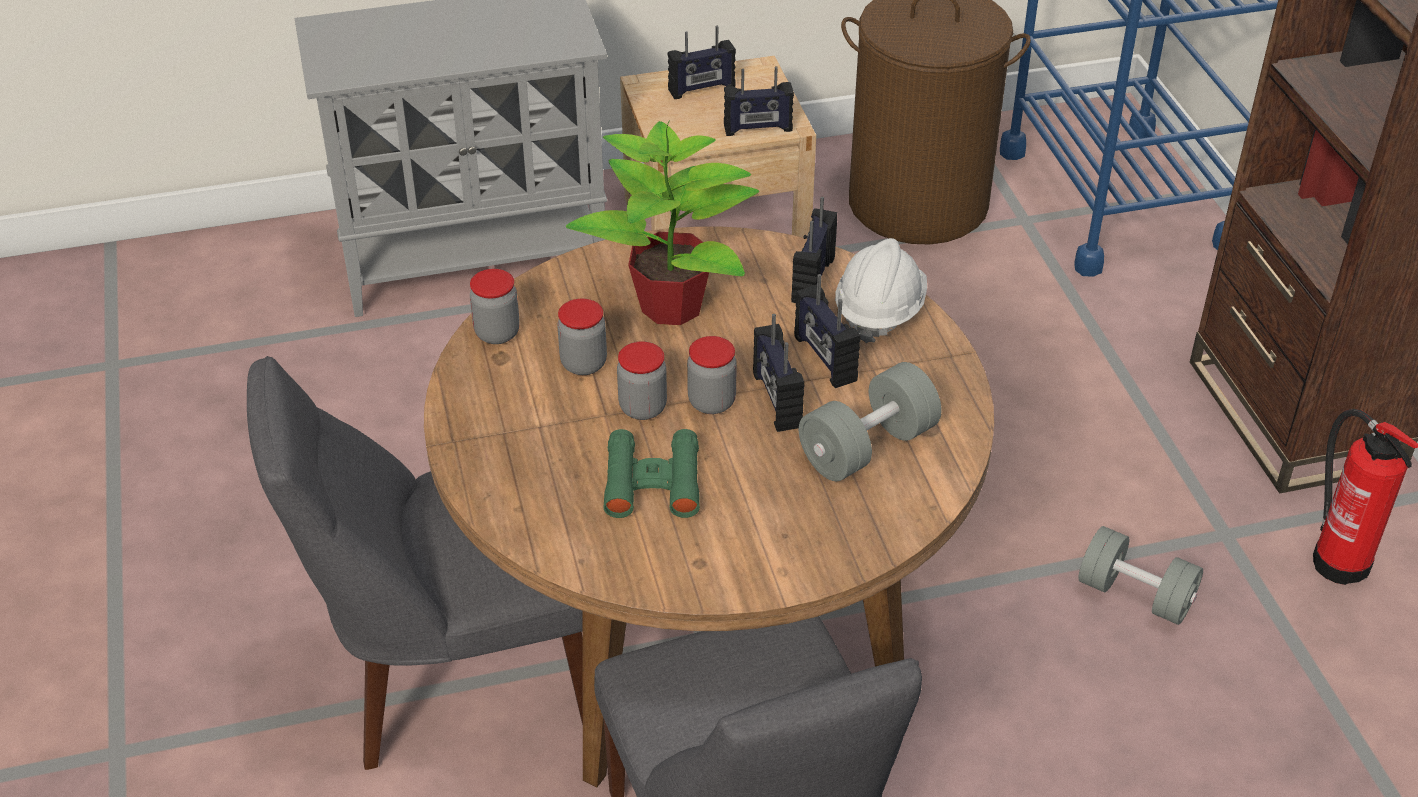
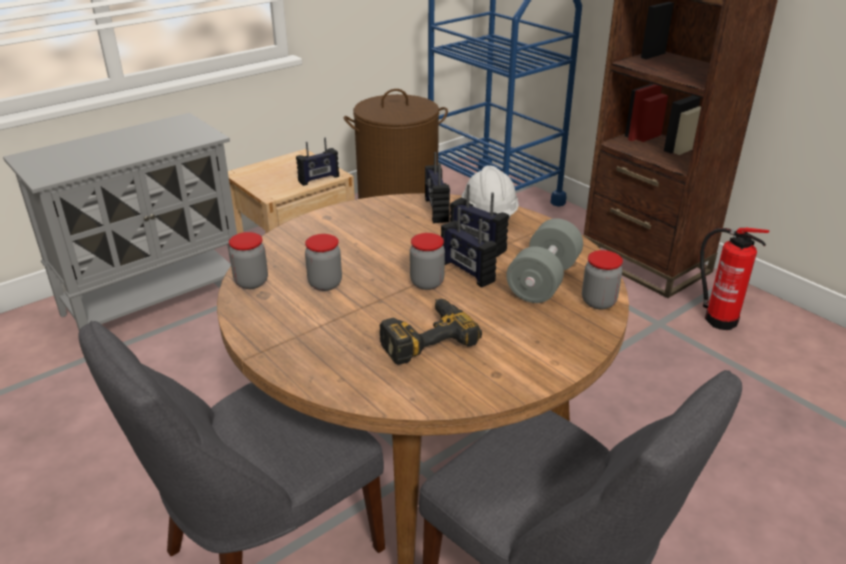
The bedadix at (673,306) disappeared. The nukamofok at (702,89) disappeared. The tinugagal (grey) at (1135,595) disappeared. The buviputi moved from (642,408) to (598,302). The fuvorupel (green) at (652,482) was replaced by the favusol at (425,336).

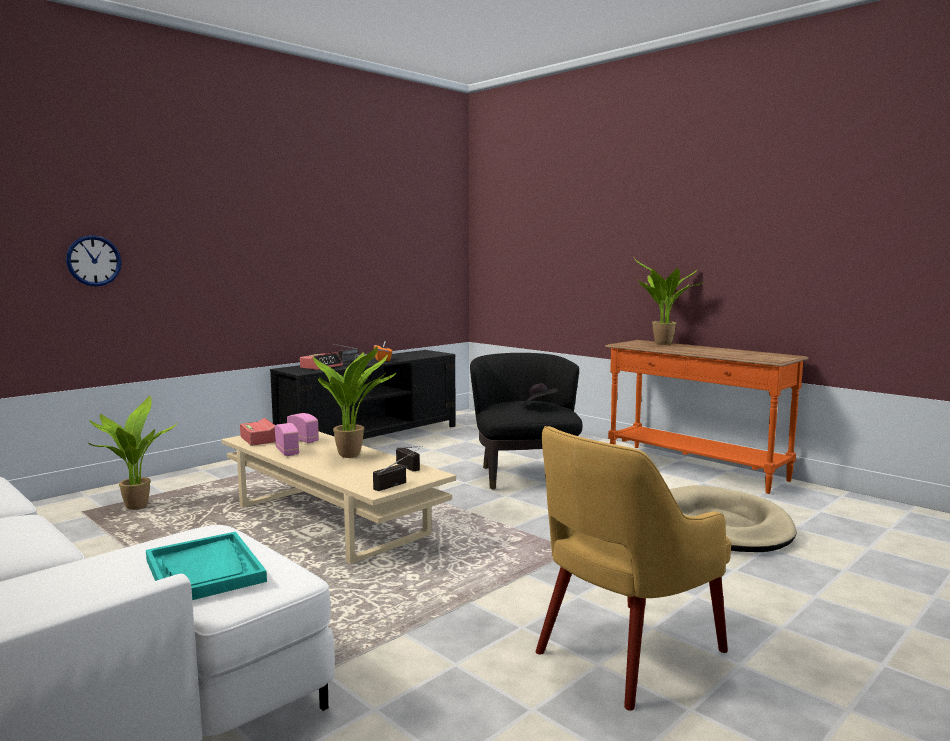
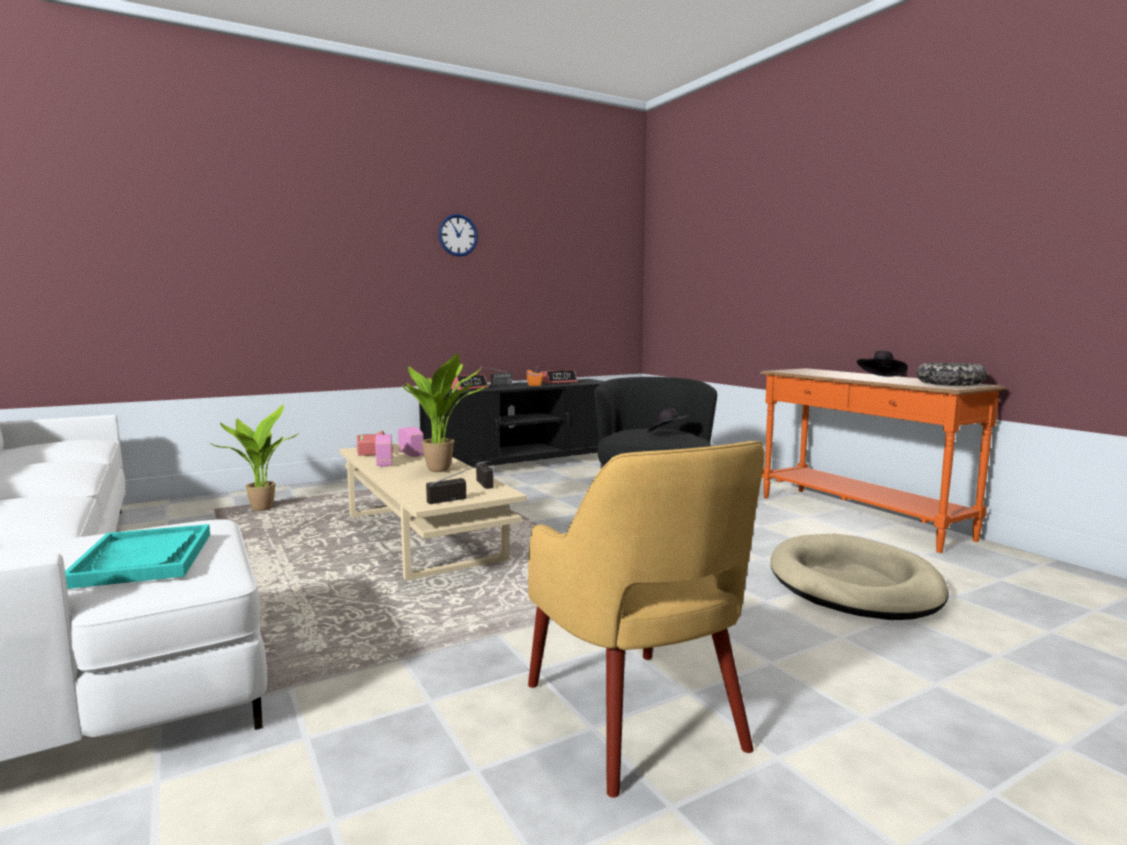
The bedadix at (662,344) disappeared. The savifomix at (558,382) appeared. The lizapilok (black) at (881,378) appeared. The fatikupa at (950,384) appeared. The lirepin moved from (94,261) to (458,235). The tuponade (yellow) at (626,653) turned 90 degrees counterclockwise.

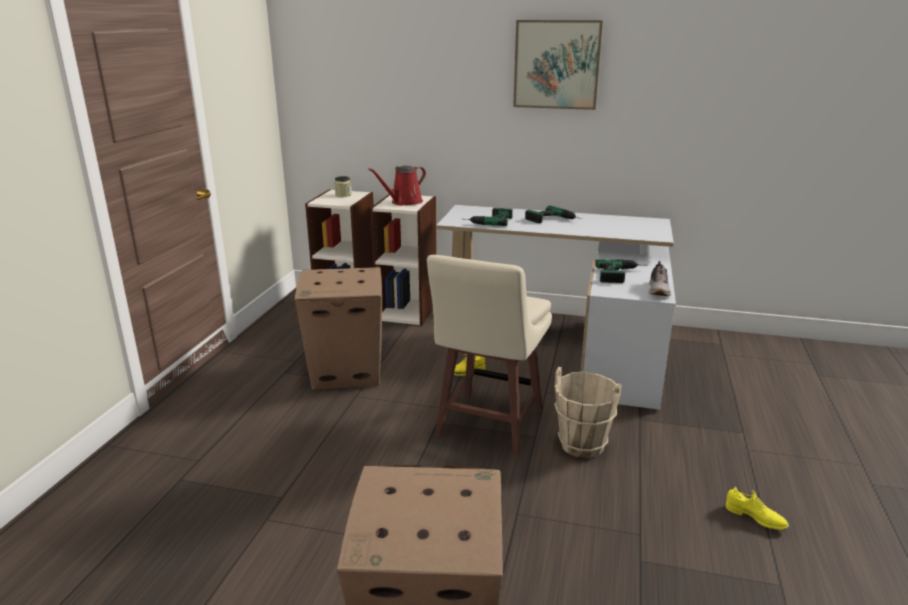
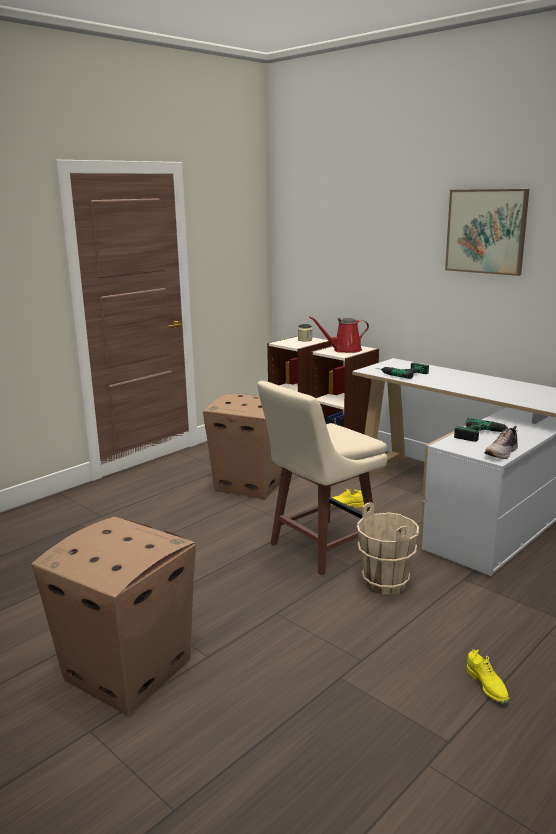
The favusol at (554,220) disappeared.

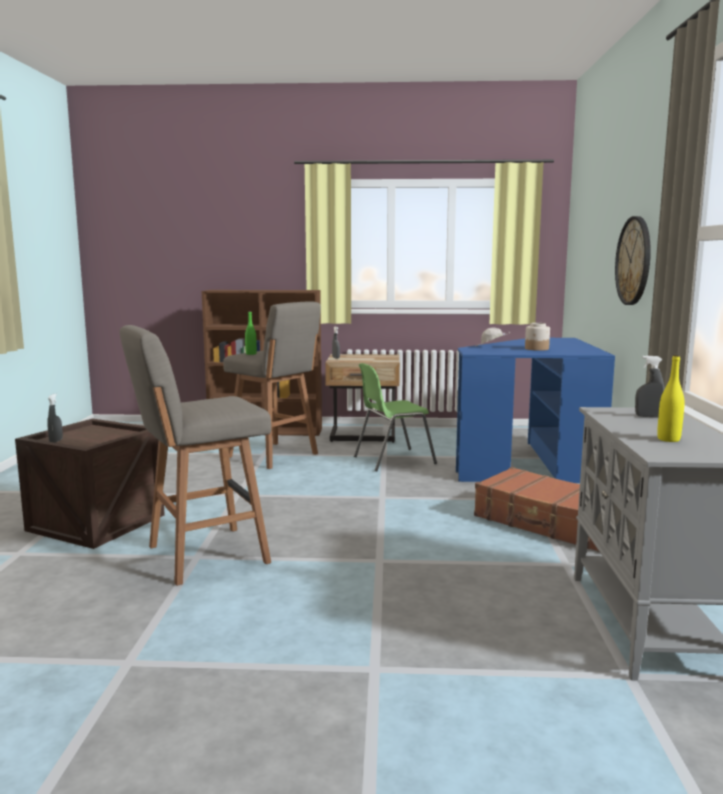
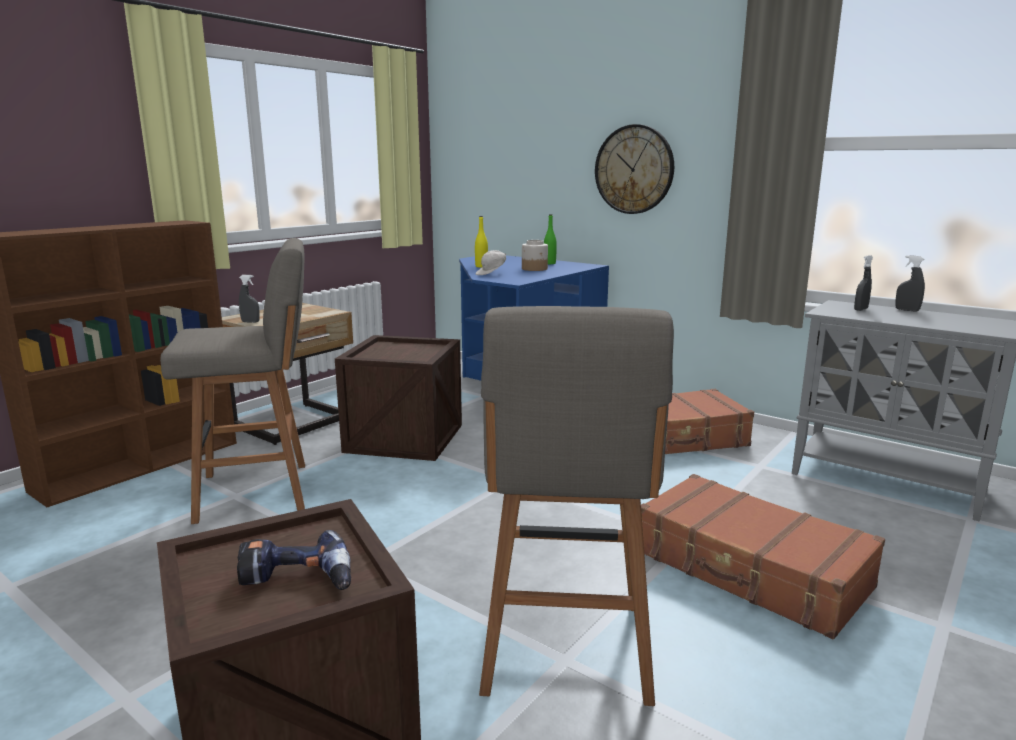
The favusol at (296,582) appeared. The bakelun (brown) at (750,570) appeared. The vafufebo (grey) moved from (56,441) to (907,310). The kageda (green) moved from (251,354) to (549,263). The kageda (yellow) moved from (668,439) to (481,266). The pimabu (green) at (392,460) was replaced by the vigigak at (404,438).

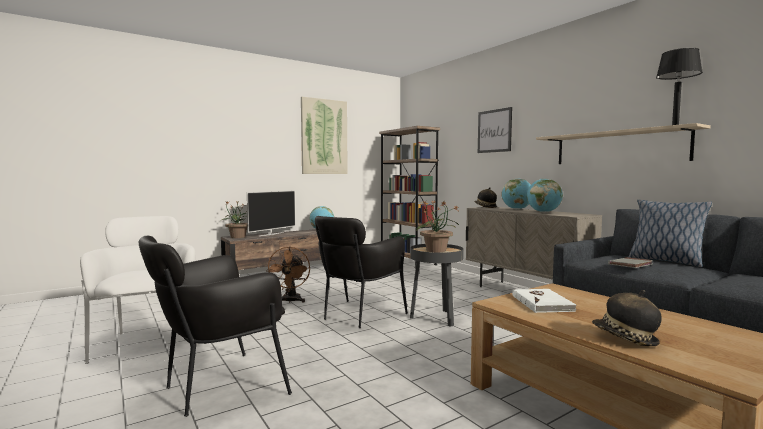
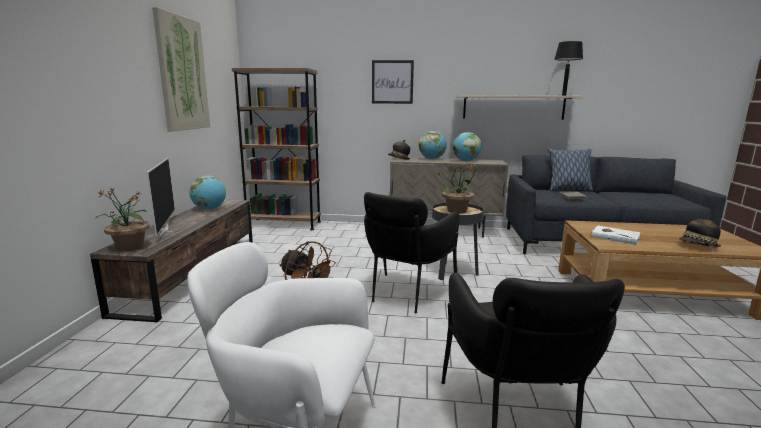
The tuponade (black) at (357,316) turned 45 degrees clockwise.

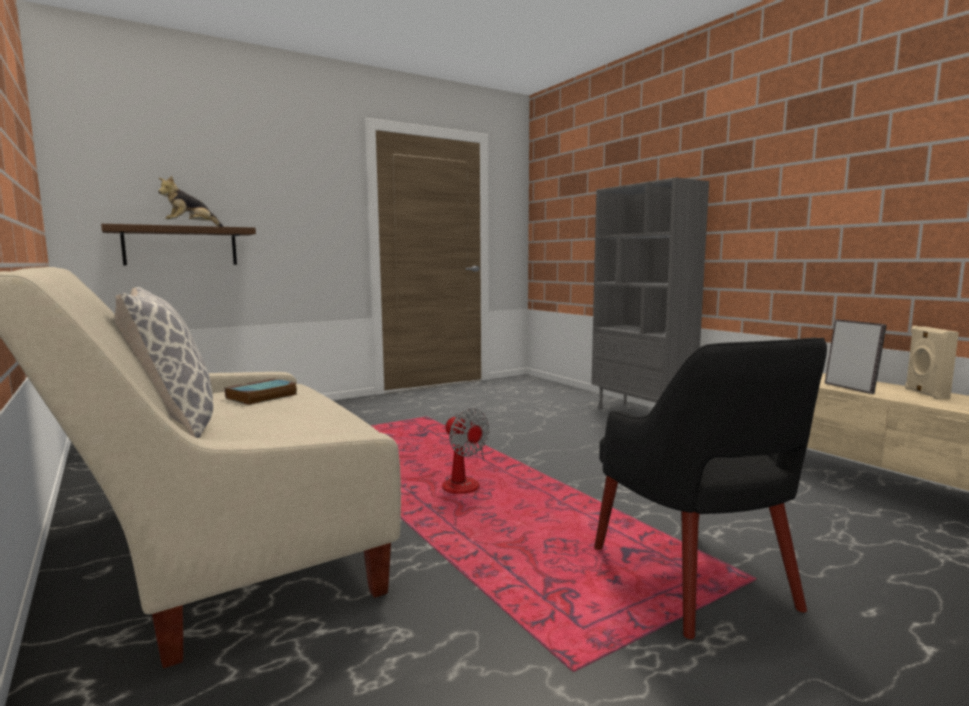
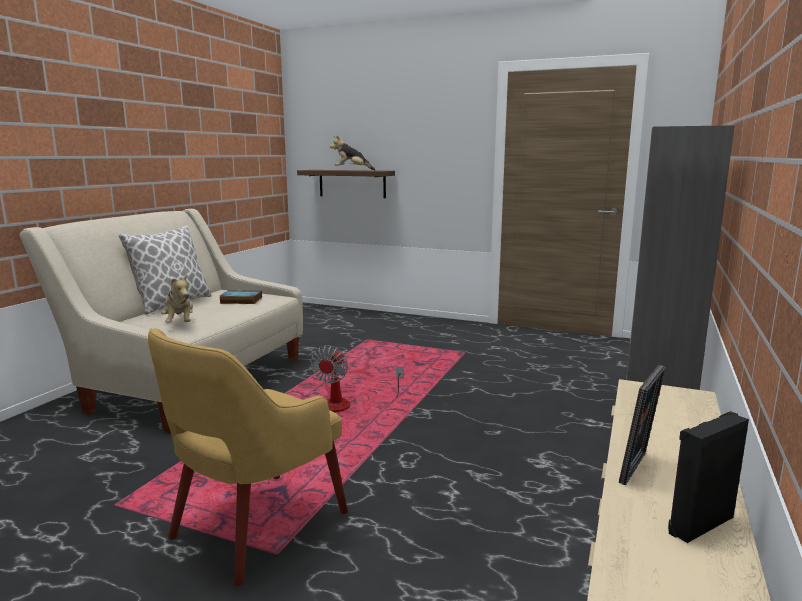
The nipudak at (180,323) appeared. The tuponade (black) at (694,580) became the tuponade (yellow) at (255,526). The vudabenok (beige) at (925,393) became the vudabenok (black) at (698,523).

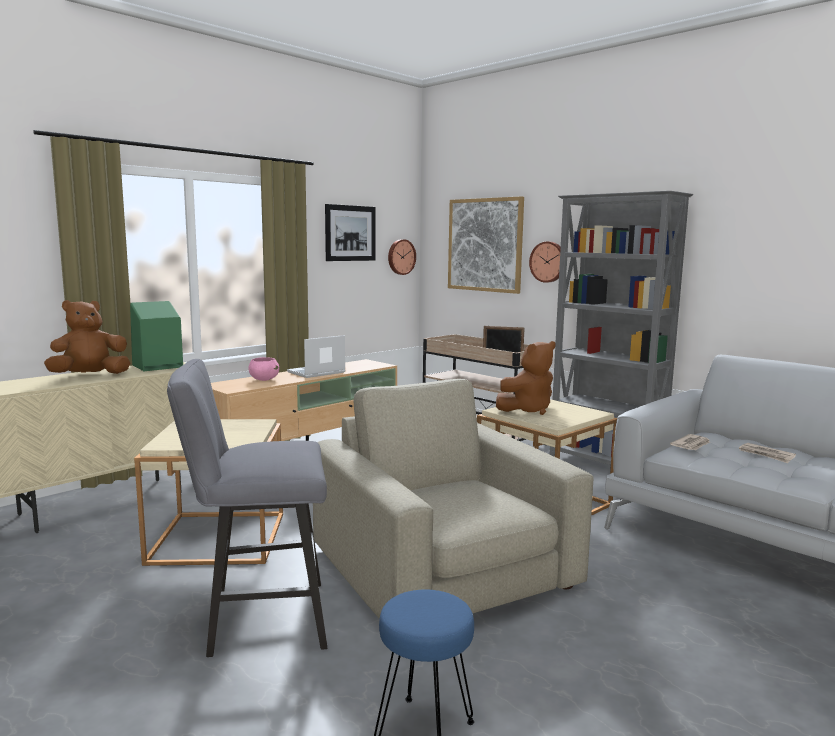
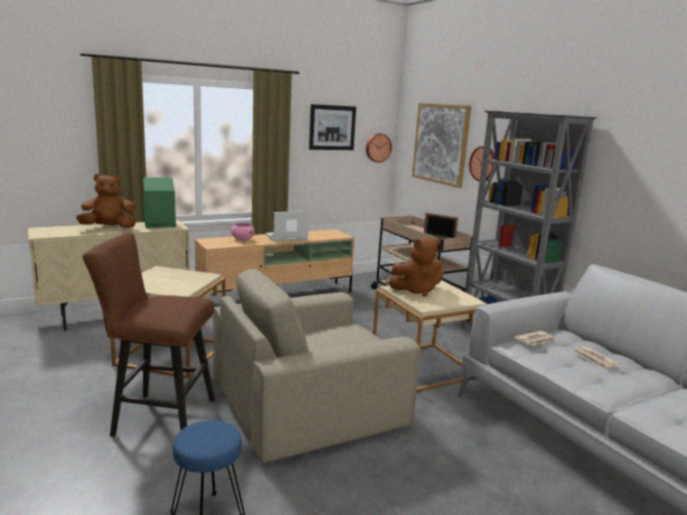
The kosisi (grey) at (258,620) became the kosisi (brown) at (157,417). The tuponade (beige) at (444,568) turned 105 degrees counterclockwise.

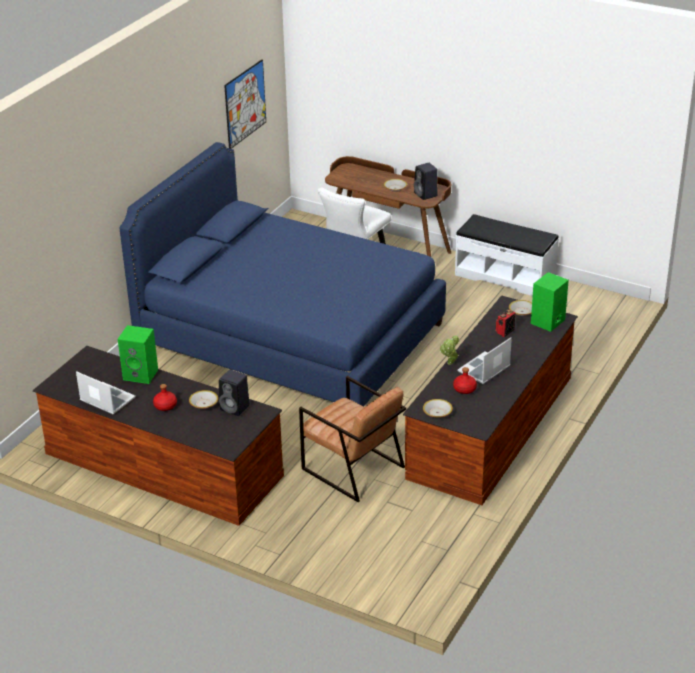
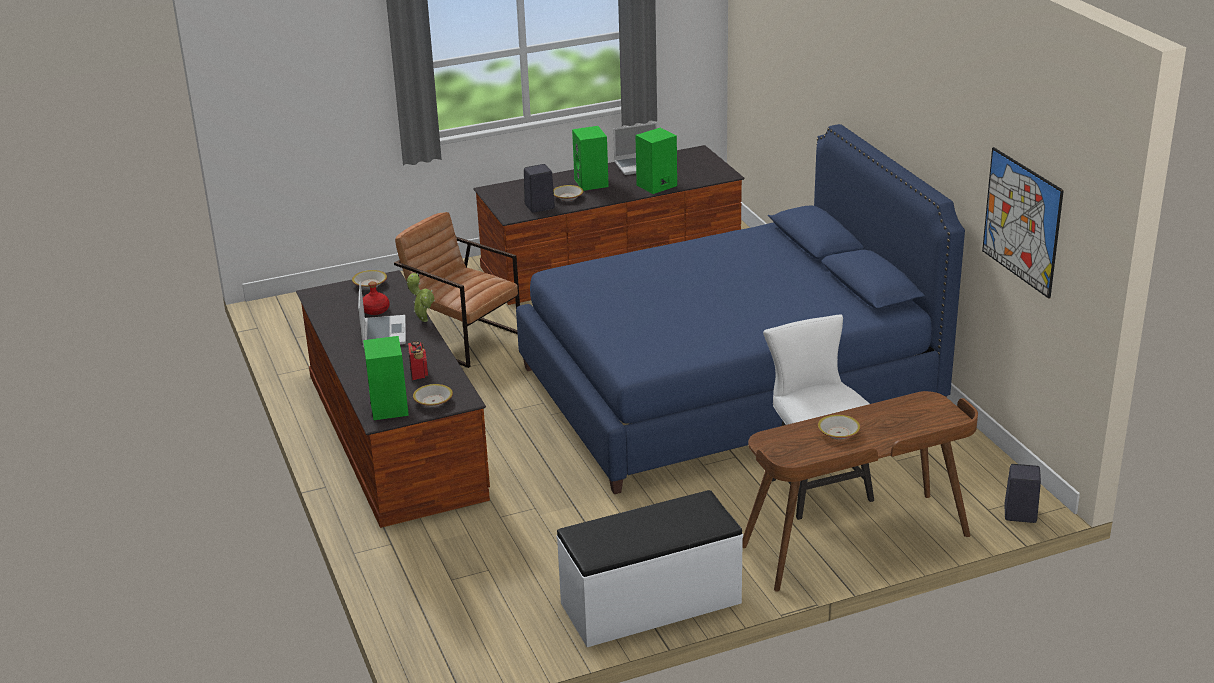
The vudabenok (black) moved from (426,195) to (1019,514). The kageda (red) at (165,405) was replaced by the vudabenok (green) at (592,183). The tuponade (brown) at (353,468) turned 45 degrees clockwise.

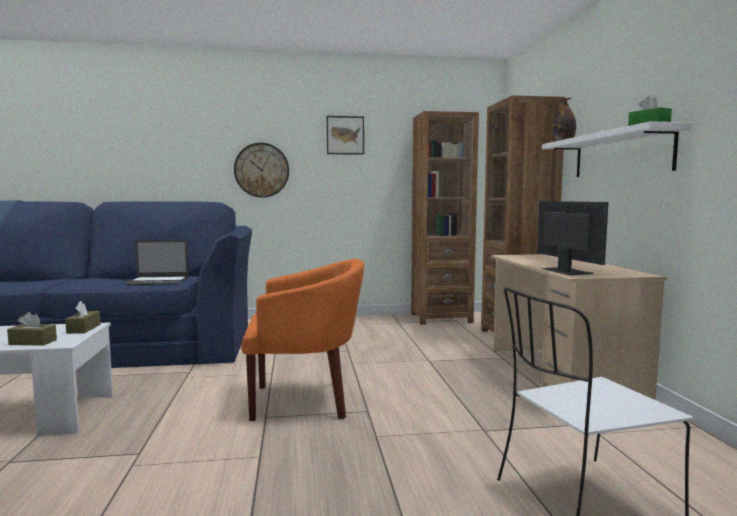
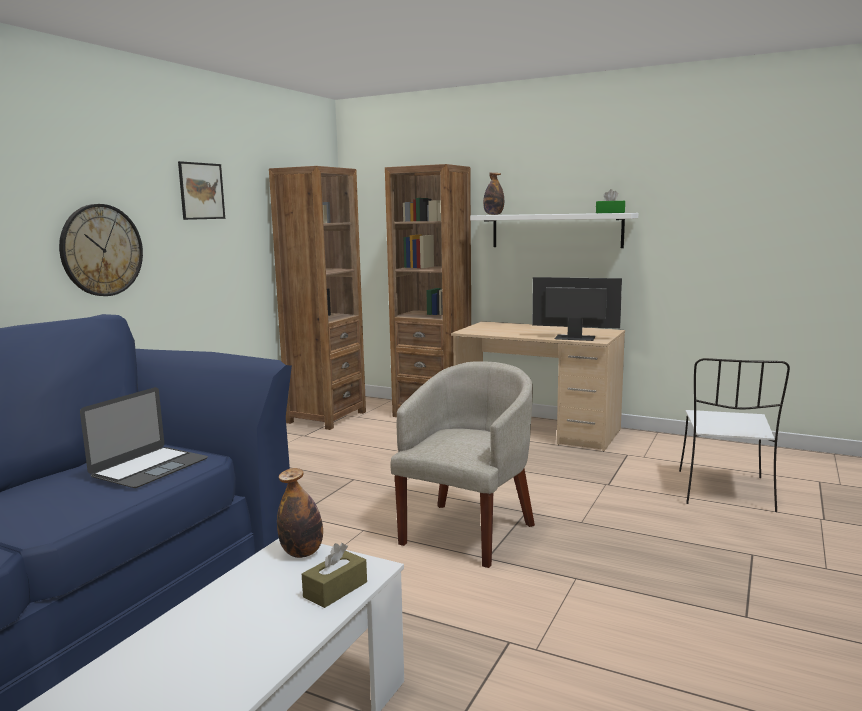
The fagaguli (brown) at (83,329) was replaced by the kageda at (302,553). The tuponade (orange) at (305,400) became the tuponade (beige) at (468,531).

